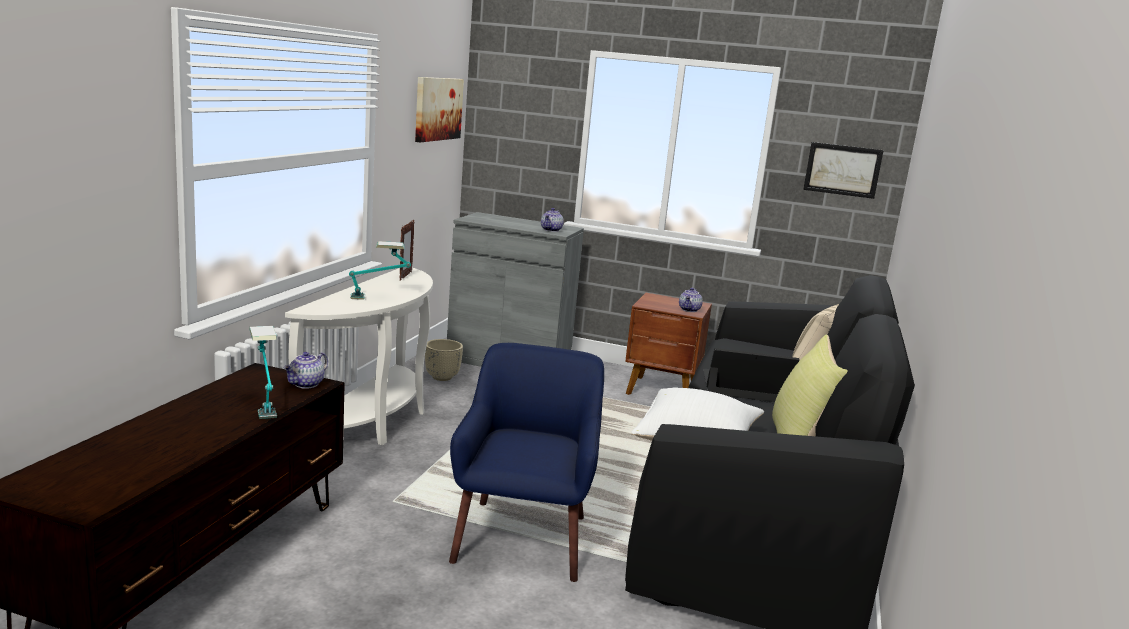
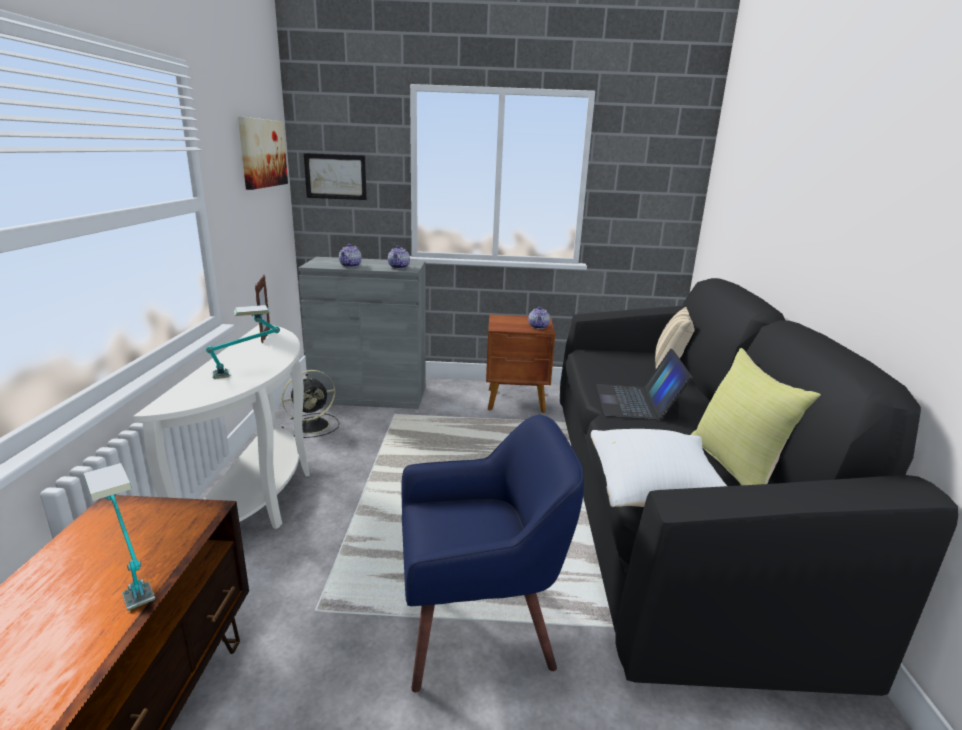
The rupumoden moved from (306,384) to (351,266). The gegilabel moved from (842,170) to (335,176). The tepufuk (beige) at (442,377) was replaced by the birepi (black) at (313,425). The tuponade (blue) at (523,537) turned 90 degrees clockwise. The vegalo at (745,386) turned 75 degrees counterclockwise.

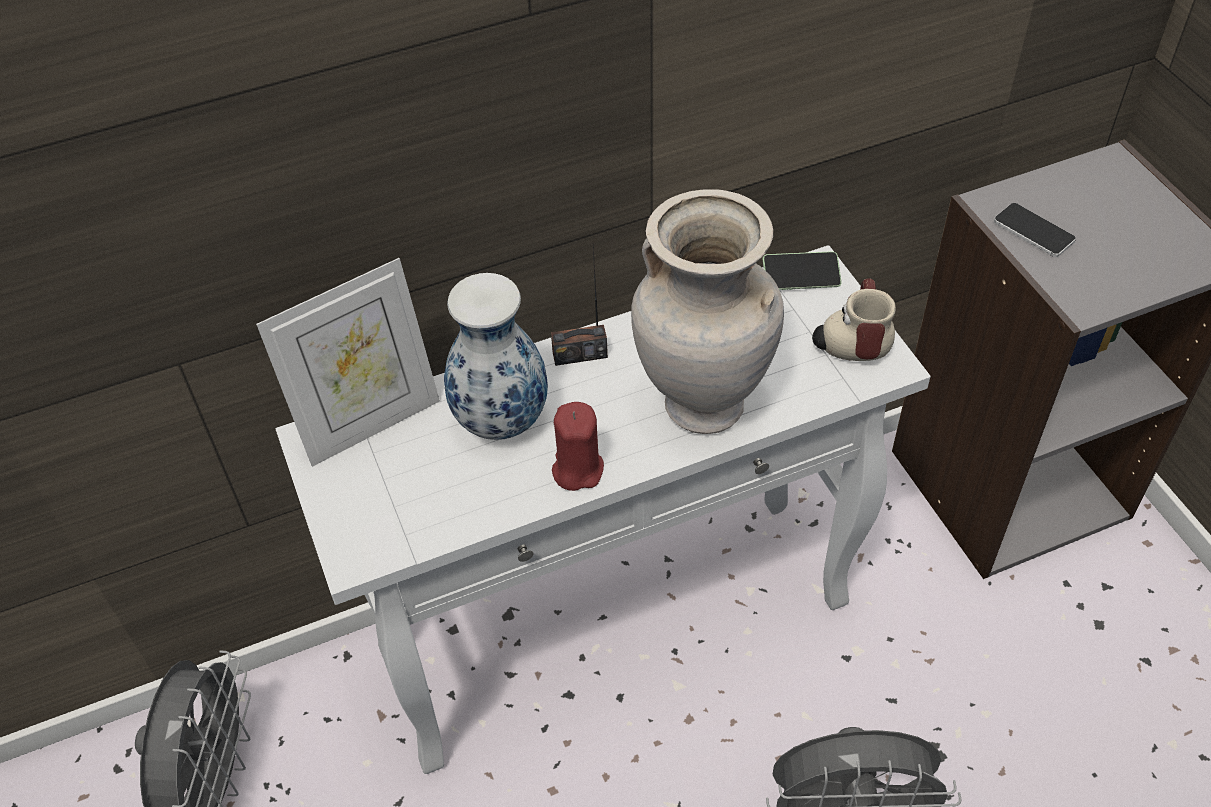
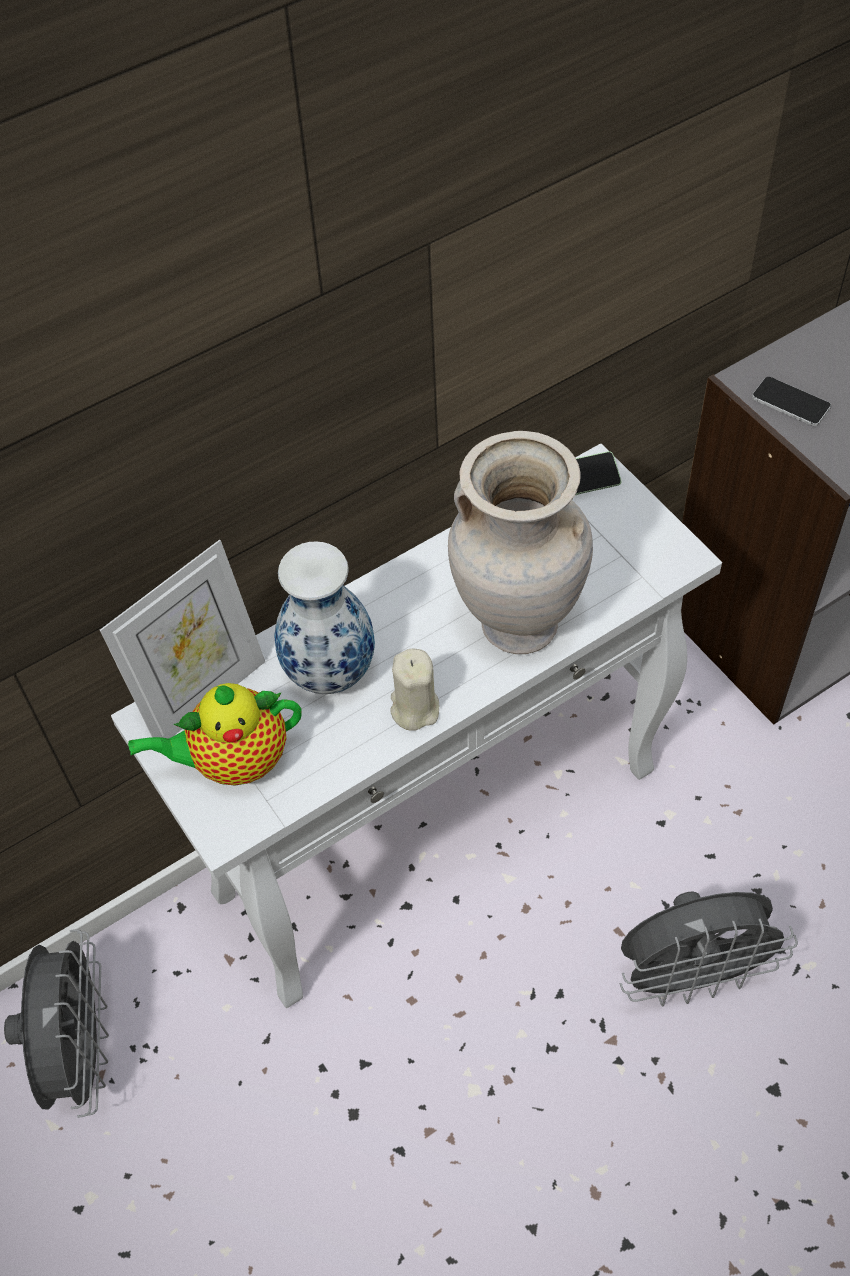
The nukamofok at (580,354) disappeared. The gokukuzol at (851,340) disappeared. The rupumoden at (234,761) appeared. The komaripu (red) at (577,469) became the komaripu (beige) at (414,708).

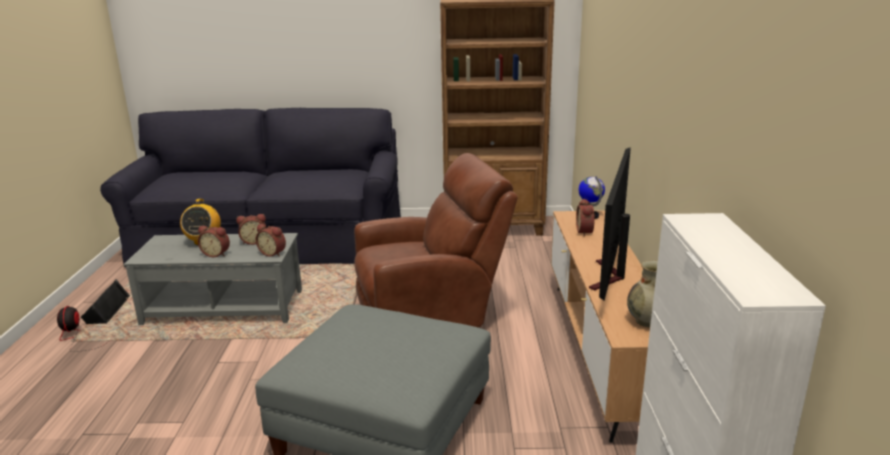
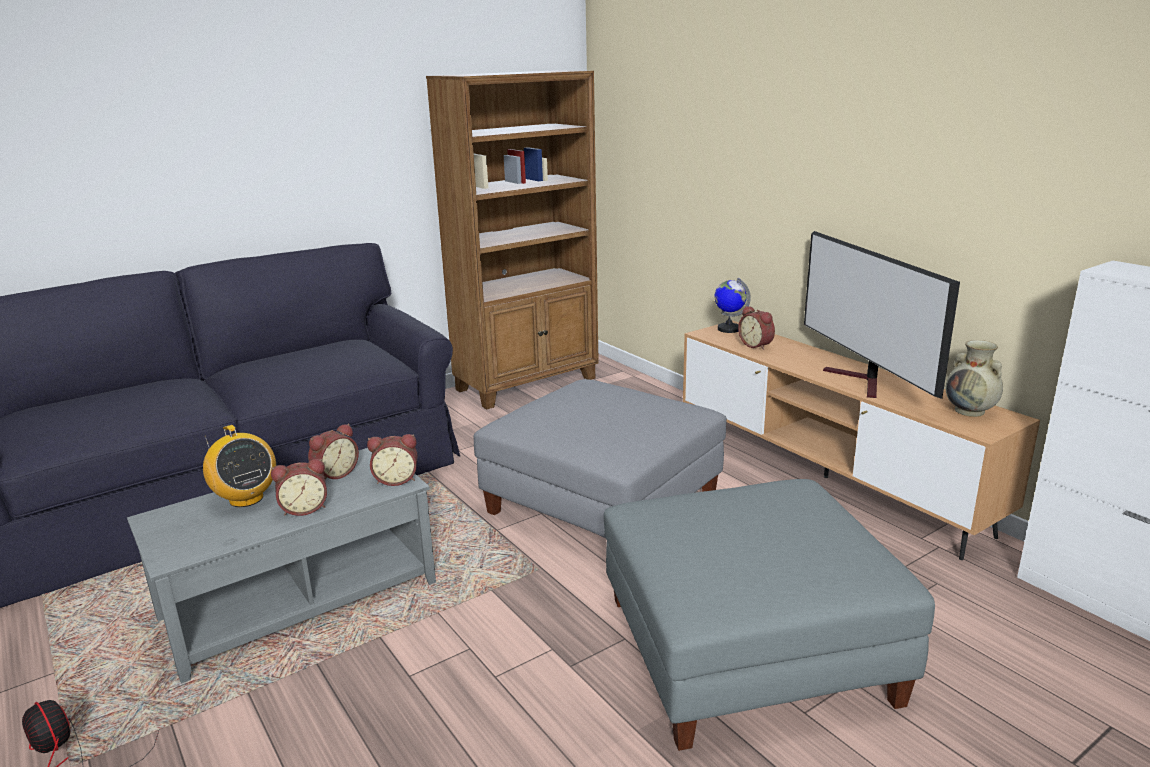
The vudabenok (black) at (106,310) disappeared. The tuponade (brown) at (431,314) was replaced by the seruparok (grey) at (604,502).

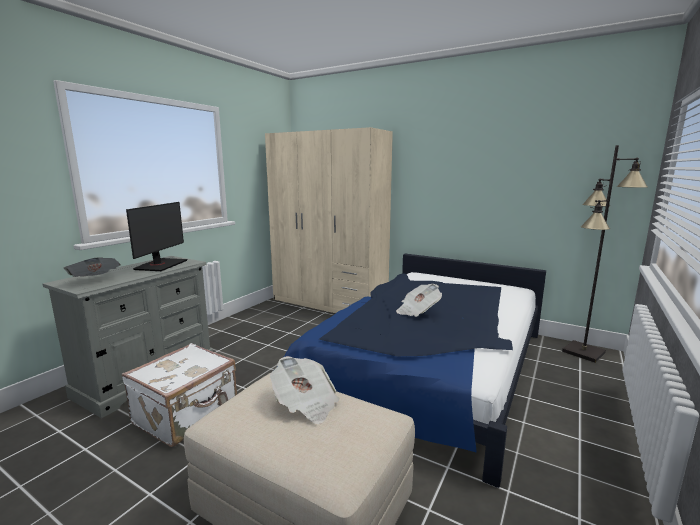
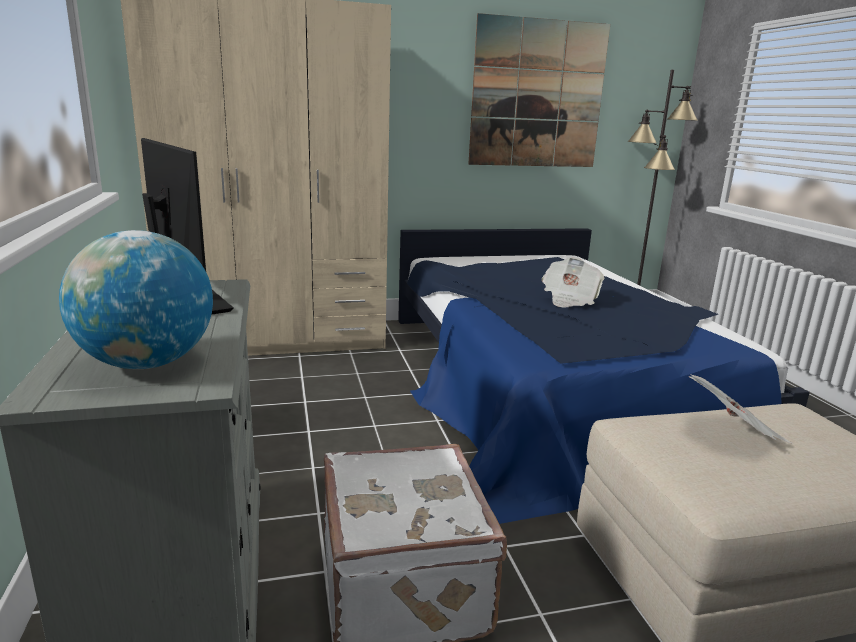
The gegilabel at (537,95) appeared. The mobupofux at (95,280) was replaced by the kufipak at (146,363).

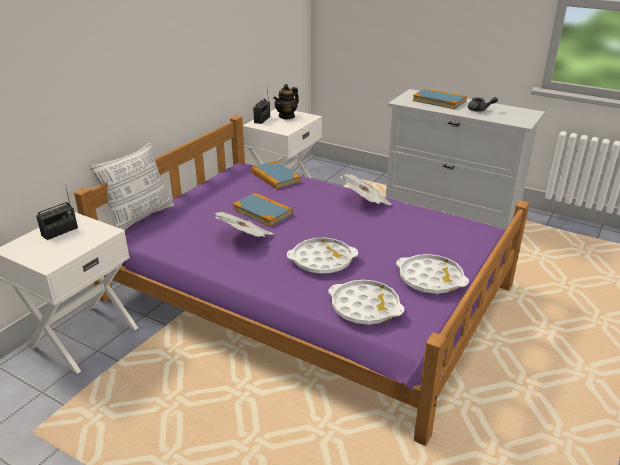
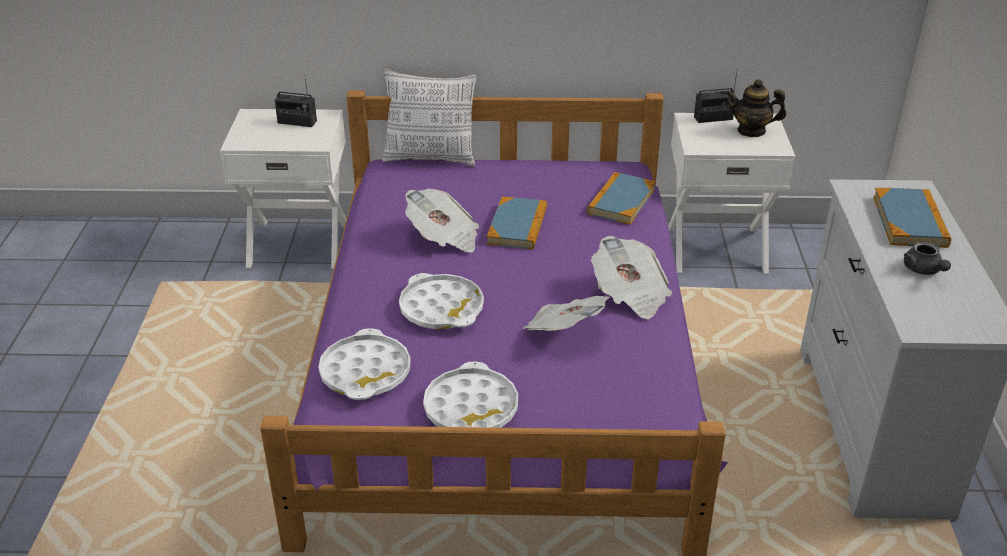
The mobupofux at (564,331) appeared.

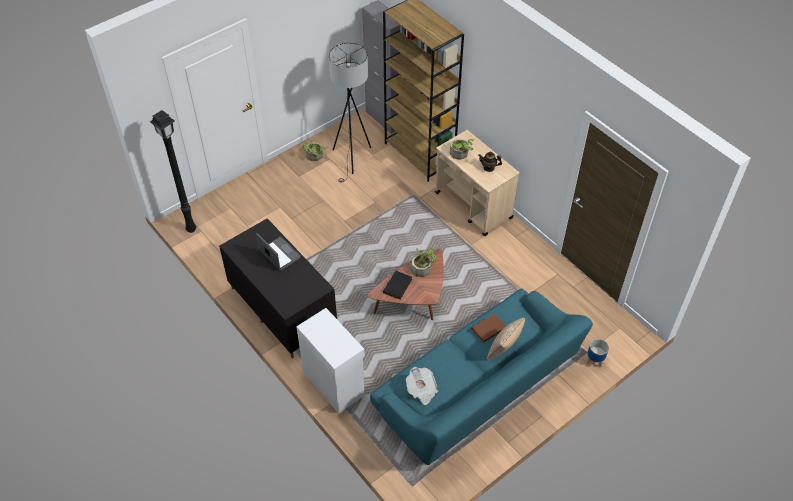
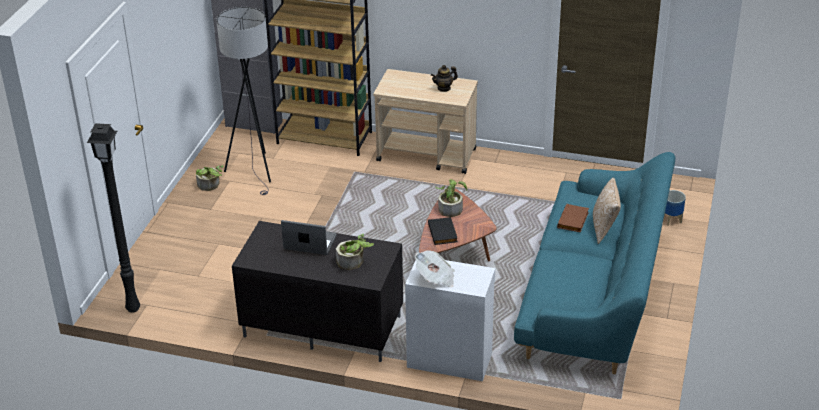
The mobupofux moved from (421,390) to (435,278). The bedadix moved from (460,154) to (353,262).

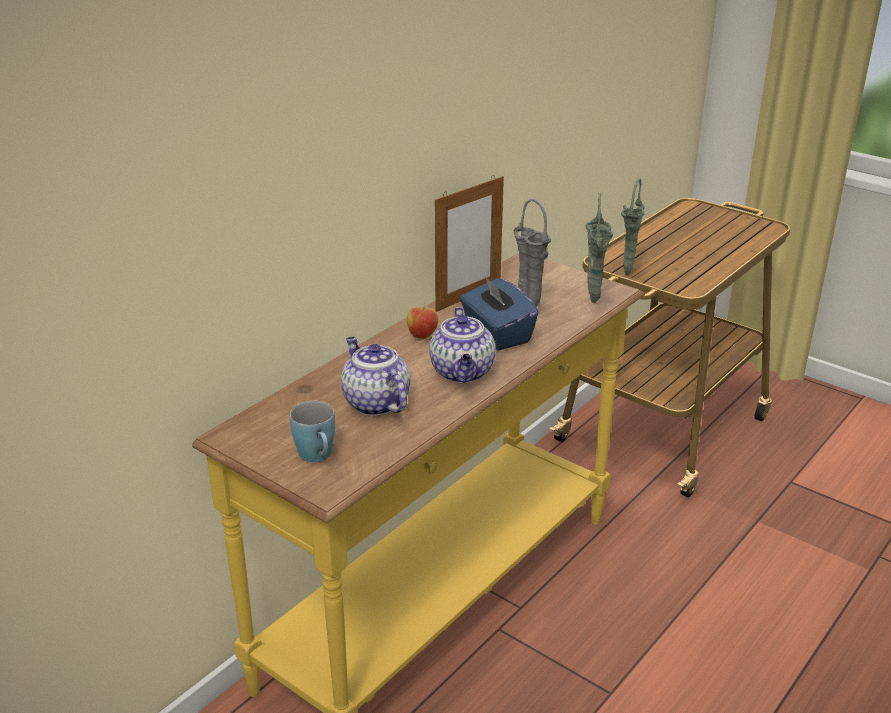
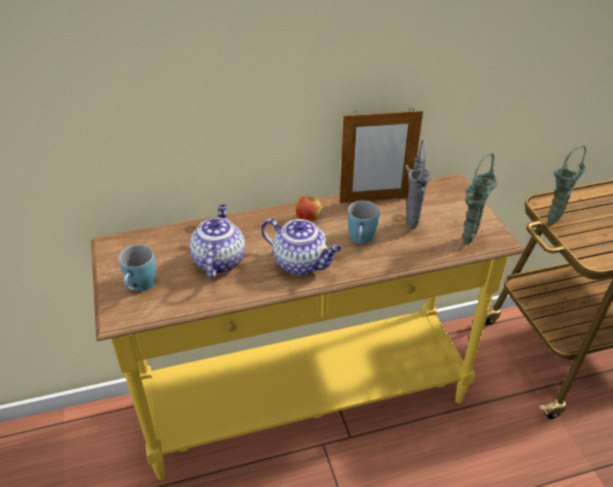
The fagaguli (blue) at (496,334) was replaced by the gokukuzol (blue) at (361,240). The rupumoden at (463,373) turned 90 degrees counterclockwise.

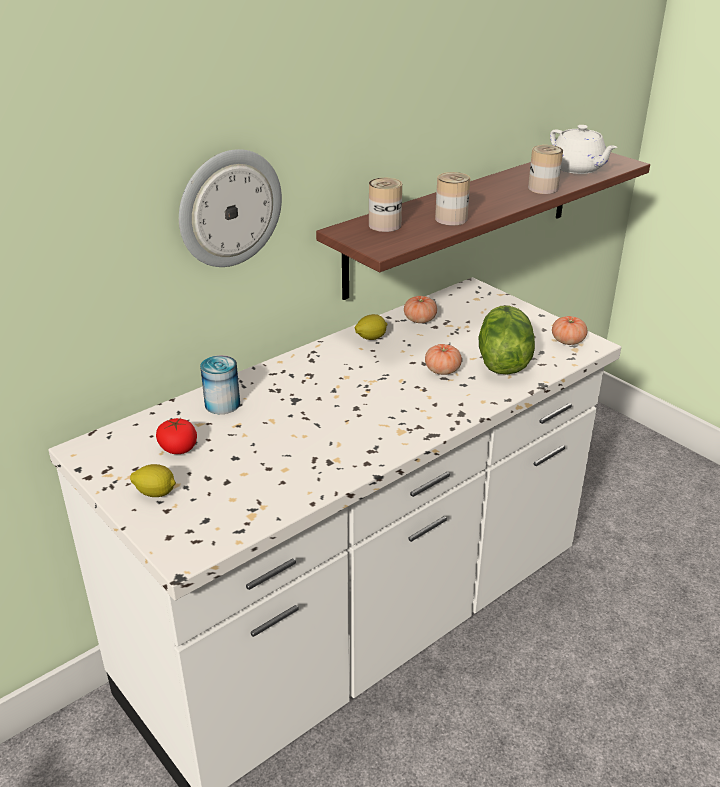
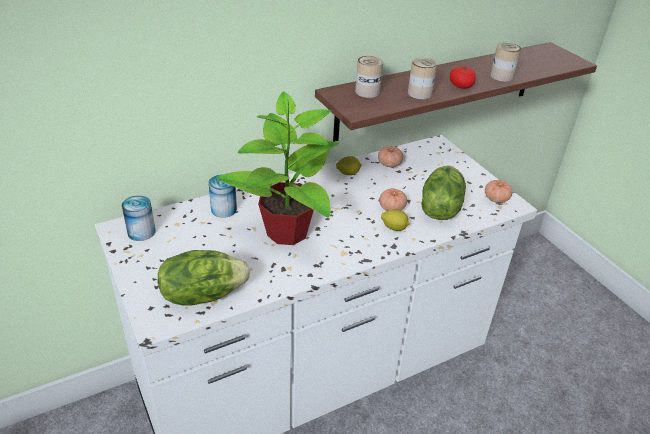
The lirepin at (229,208) disappeared. The rupumoden (white) at (578,168) disappeared. The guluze at (141,232) appeared. The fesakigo at (202,294) appeared. The bedadix at (286,233) appeared. The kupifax moved from (156,493) to (394,228). The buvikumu moved from (178,448) to (461,86).

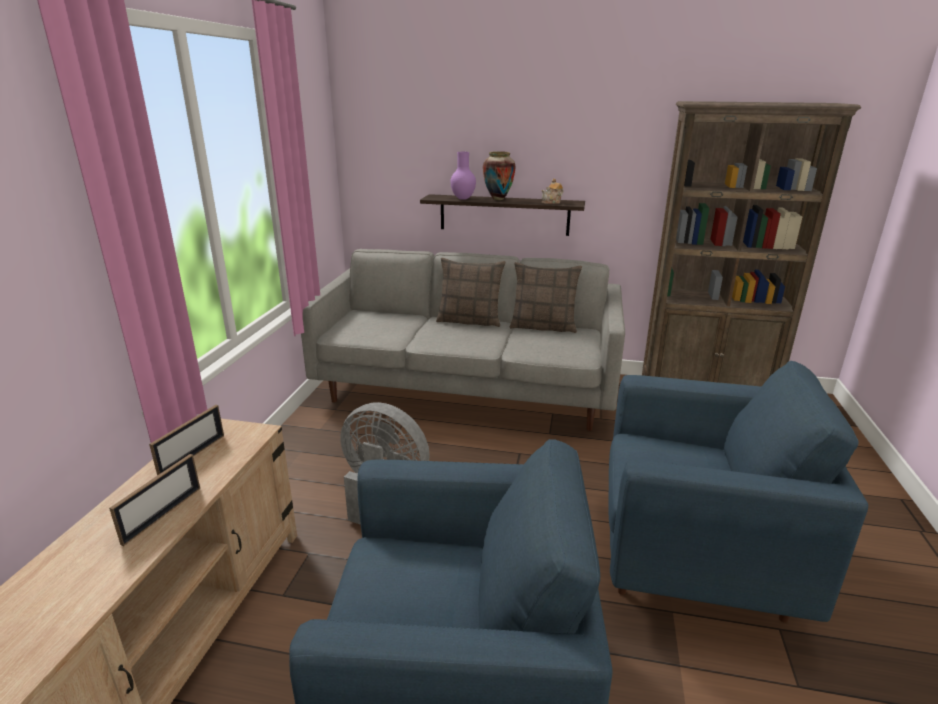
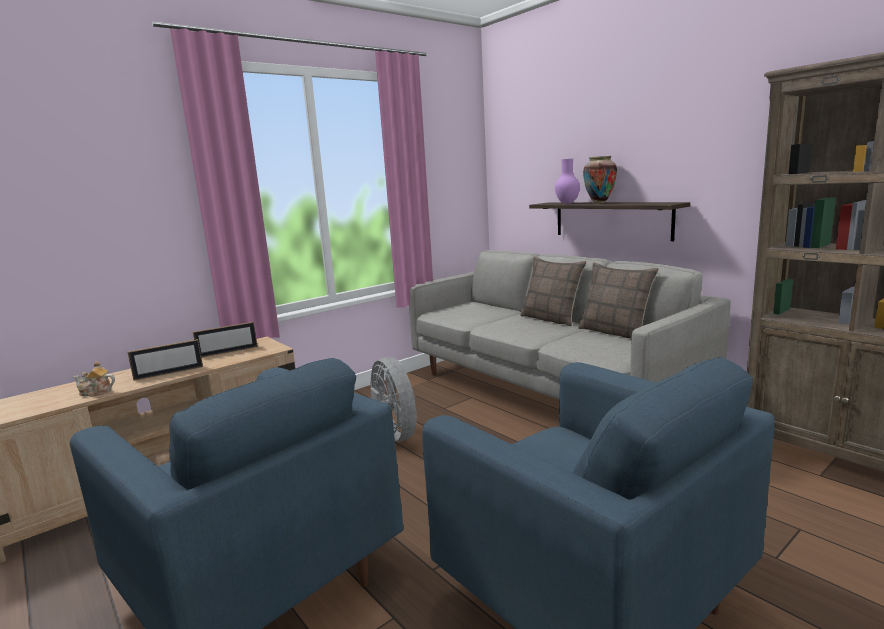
The rupumoden moved from (552,202) to (96,392).

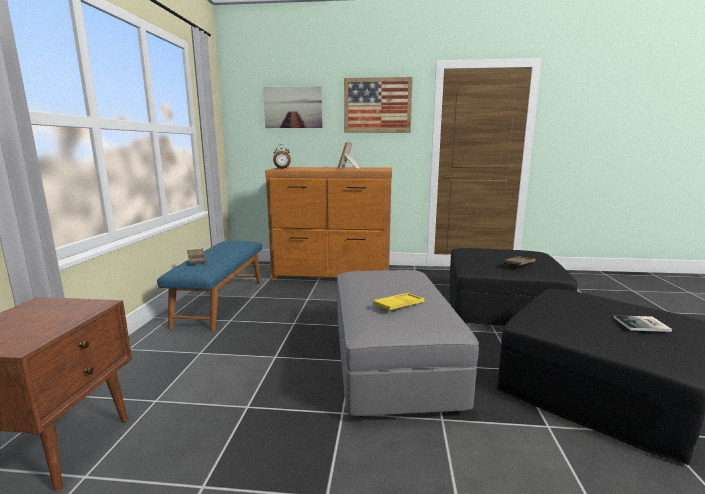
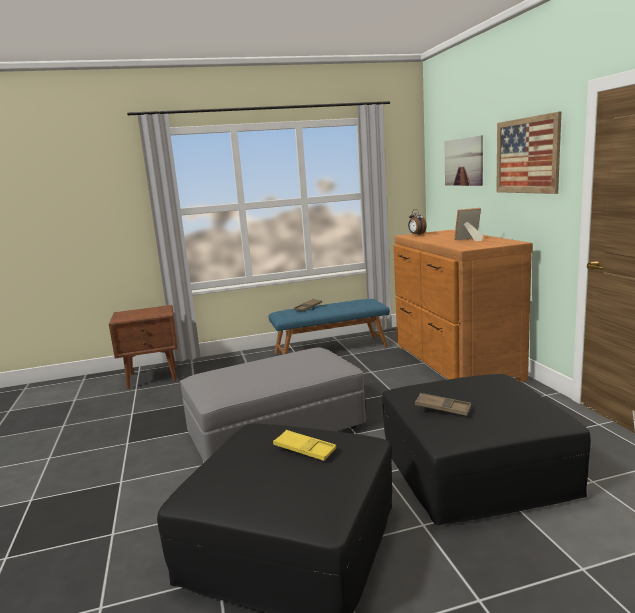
The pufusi at (643,325) disappeared. The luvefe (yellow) moved from (399,305) to (304,449).

